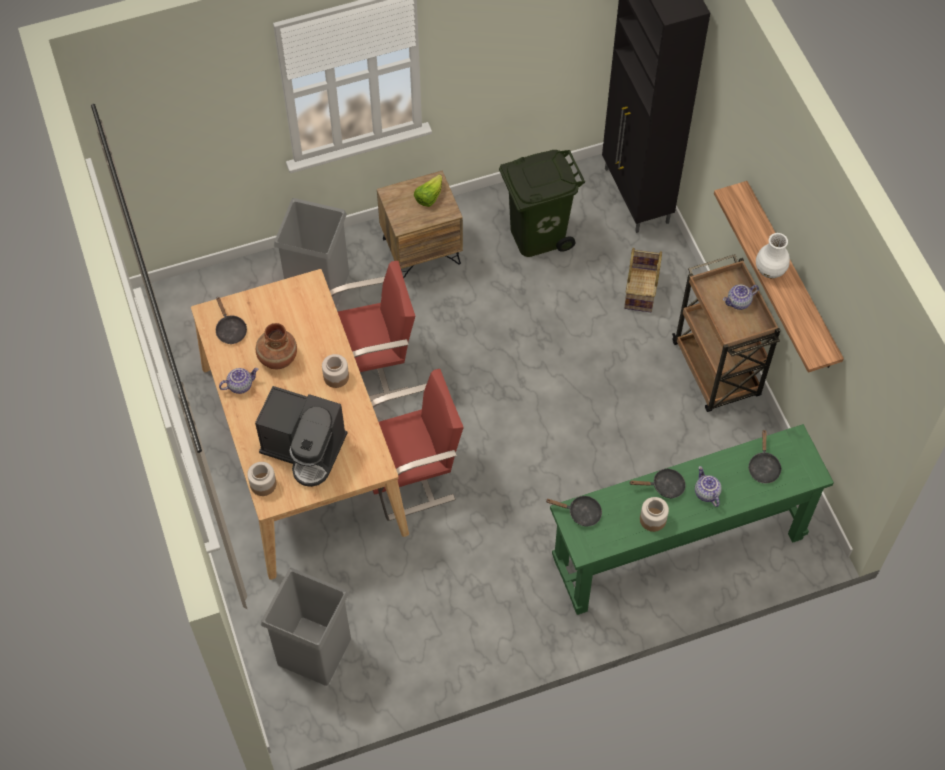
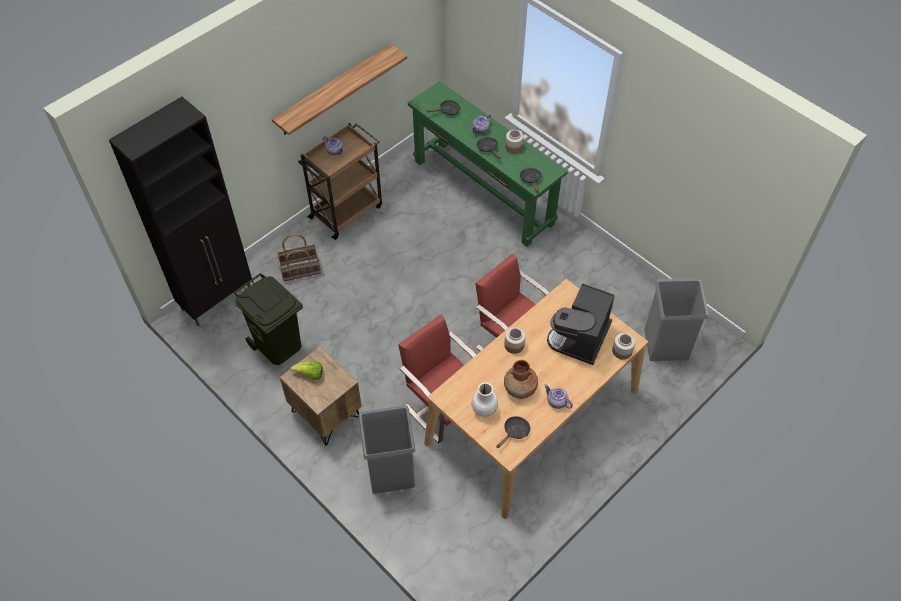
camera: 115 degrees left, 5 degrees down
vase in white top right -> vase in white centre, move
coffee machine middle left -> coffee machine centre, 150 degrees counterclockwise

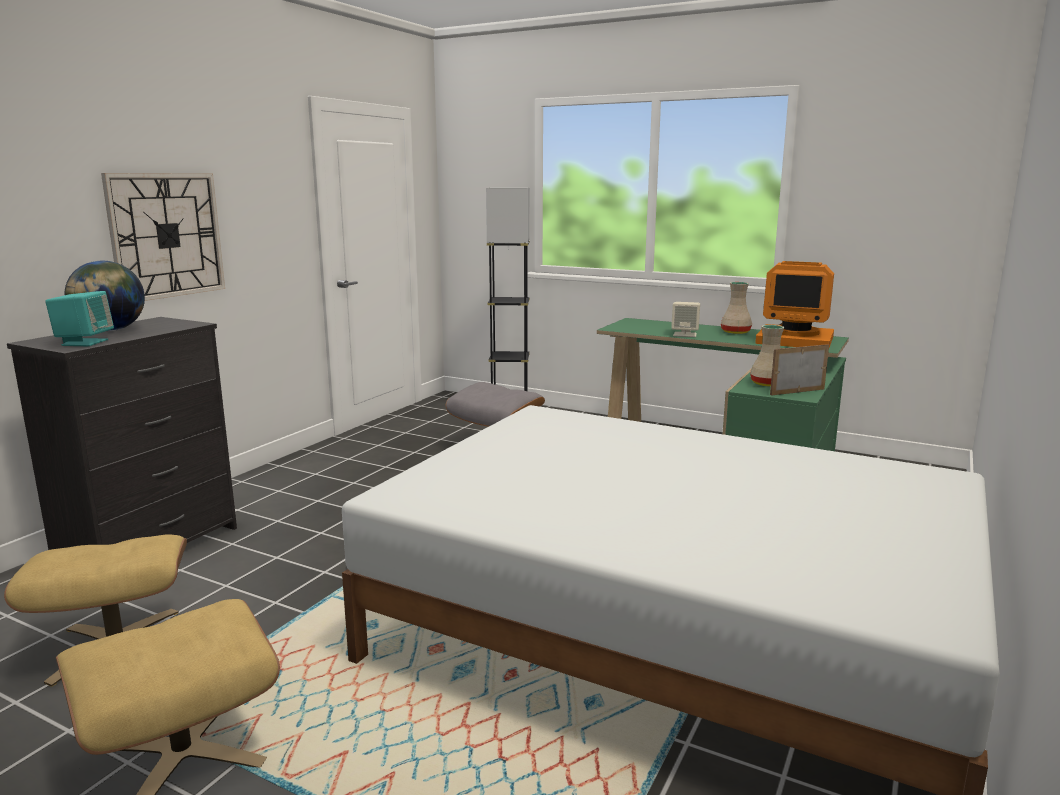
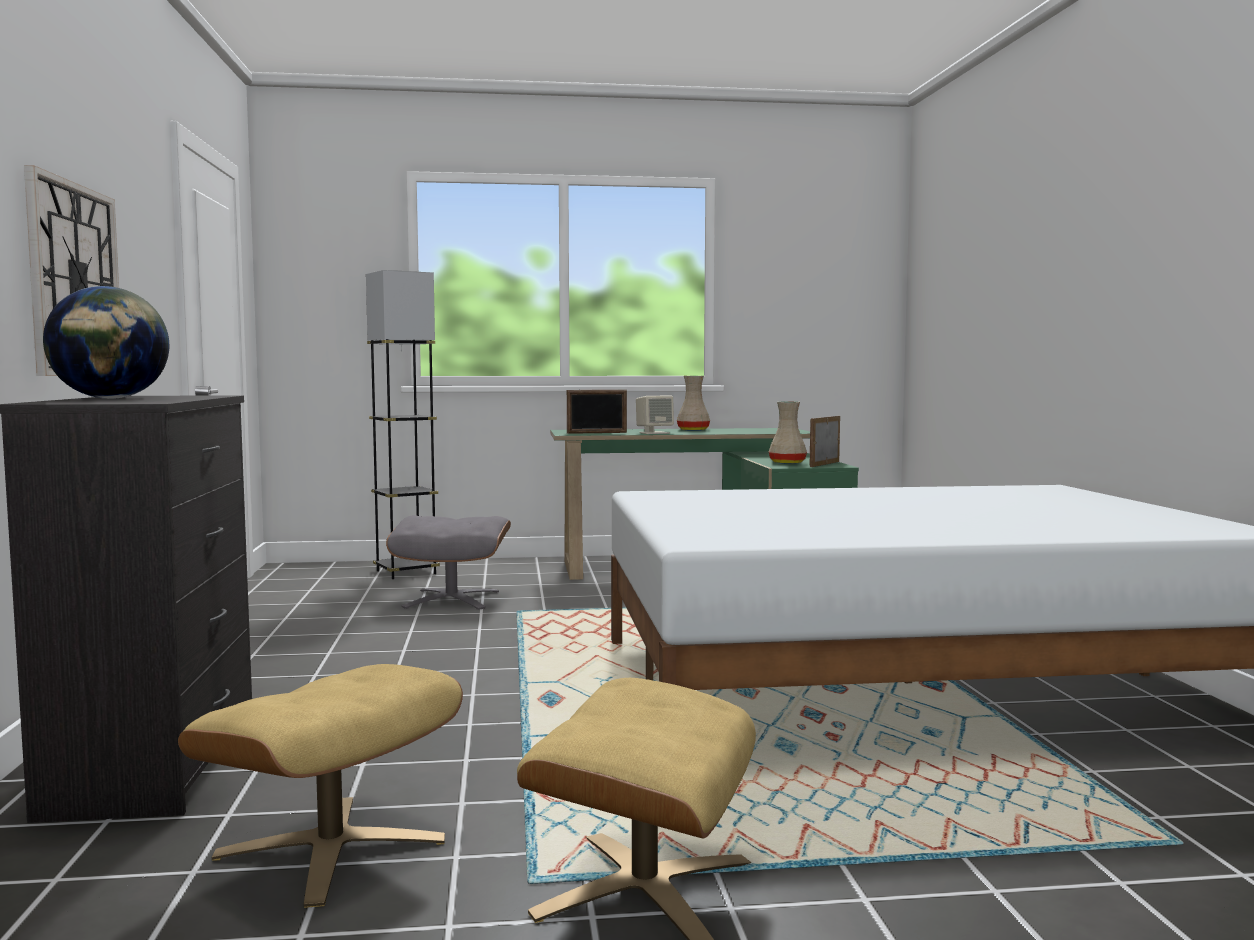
camera: 35 degrees left, 10 degrees down
none -> picture frame (1st from left) centre
speaker in turquoise middle left -> none
monitor middle right -> none

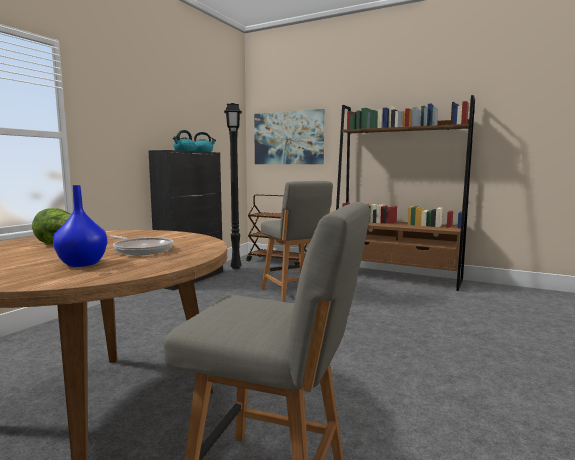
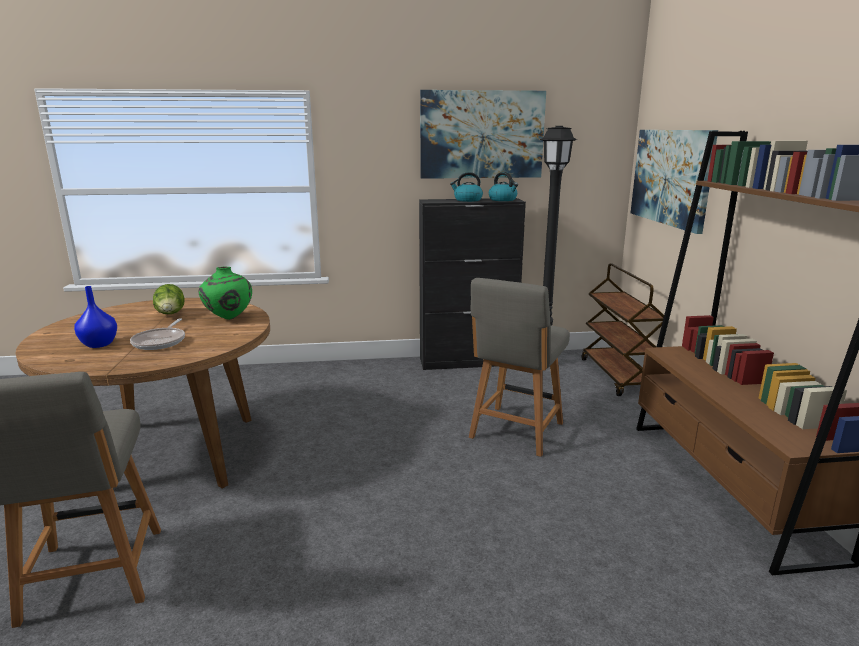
camera: 55 degrees right, 10 degrees up
none -> vase in green middle left
none -> picture (1st from left) top centre

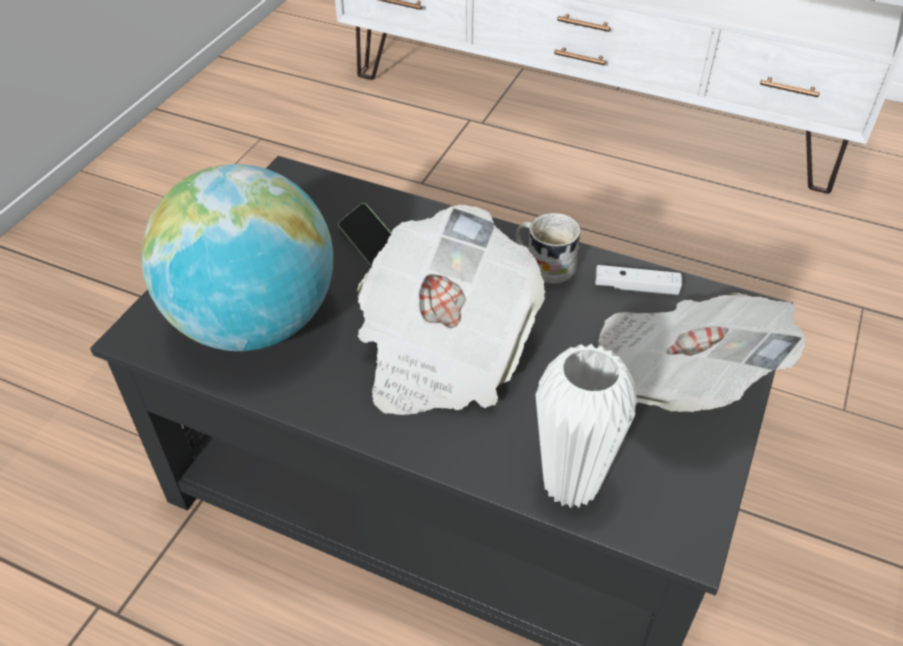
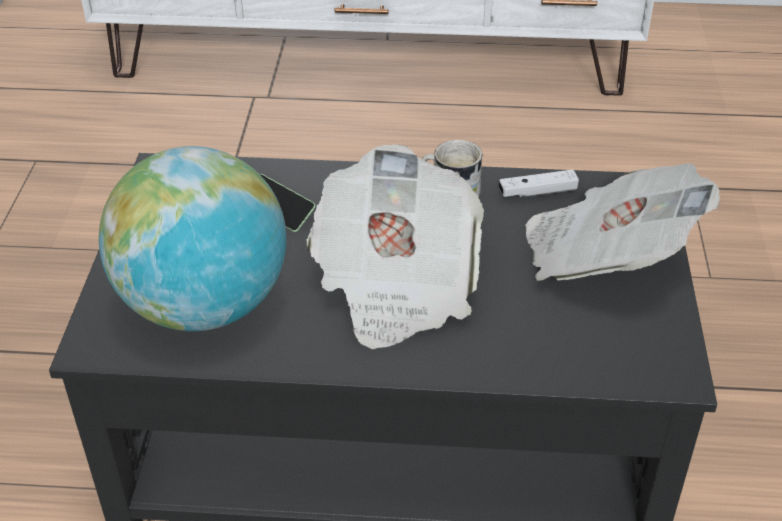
camera: 20 degrees left, 5 degrees down
vase in white centre -> none

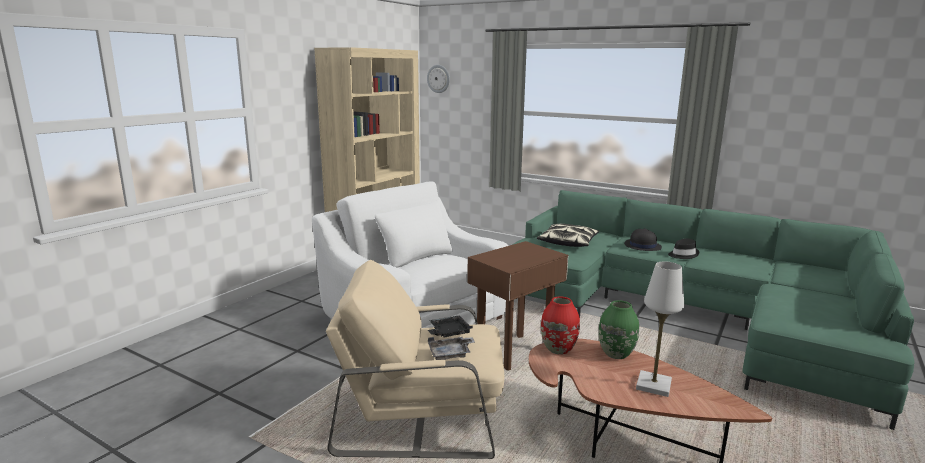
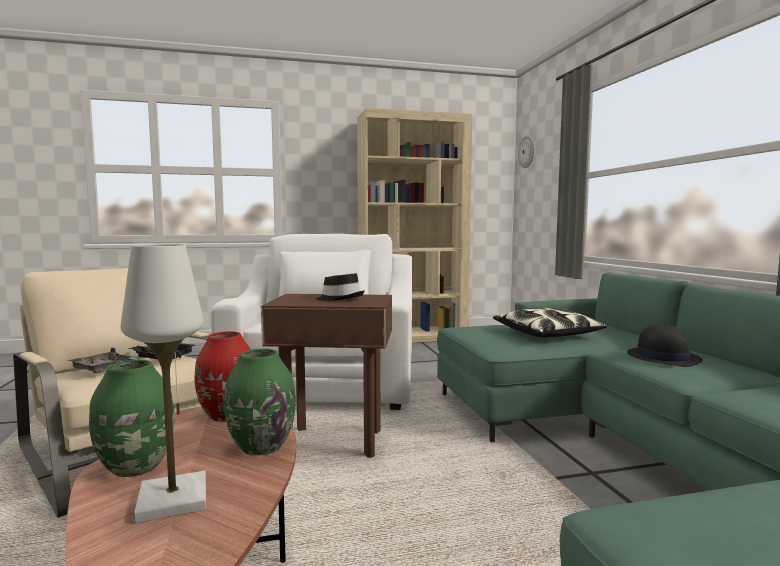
camera: 45 degrees right, 10 degrees down
none -> vase in green (1st from left) bottom left
hat in black (2nd from left in the first image) middle right -> hat in black (1st from left) centre, move

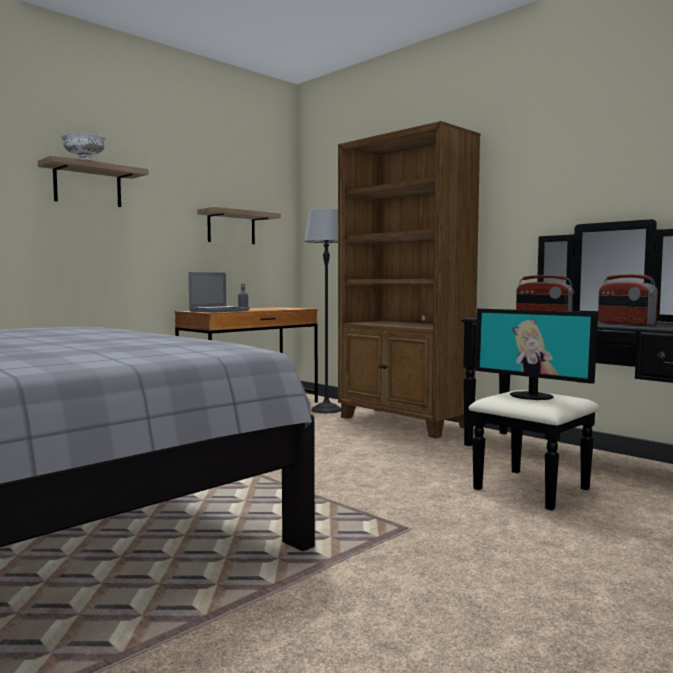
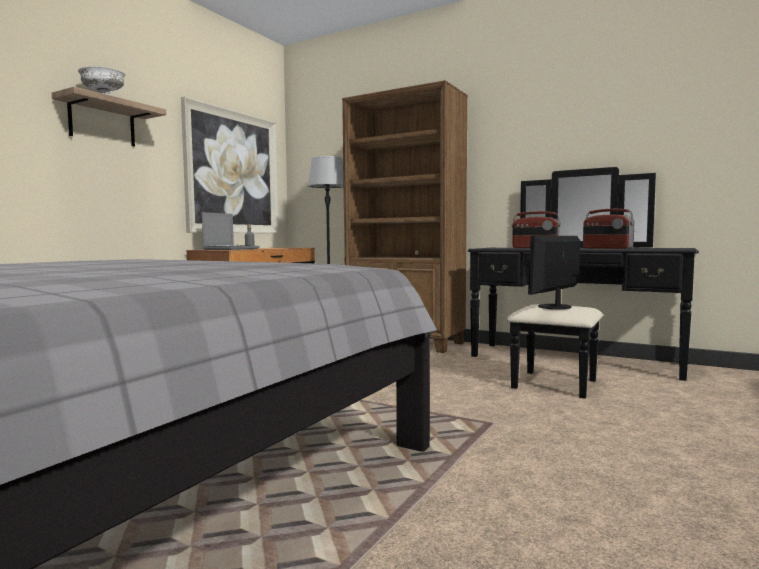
camera: 15 degrees left, 0 degrees up
shelf (2nd from left) centre -> picture top left
monitor middle right, 105 degrees clockwise

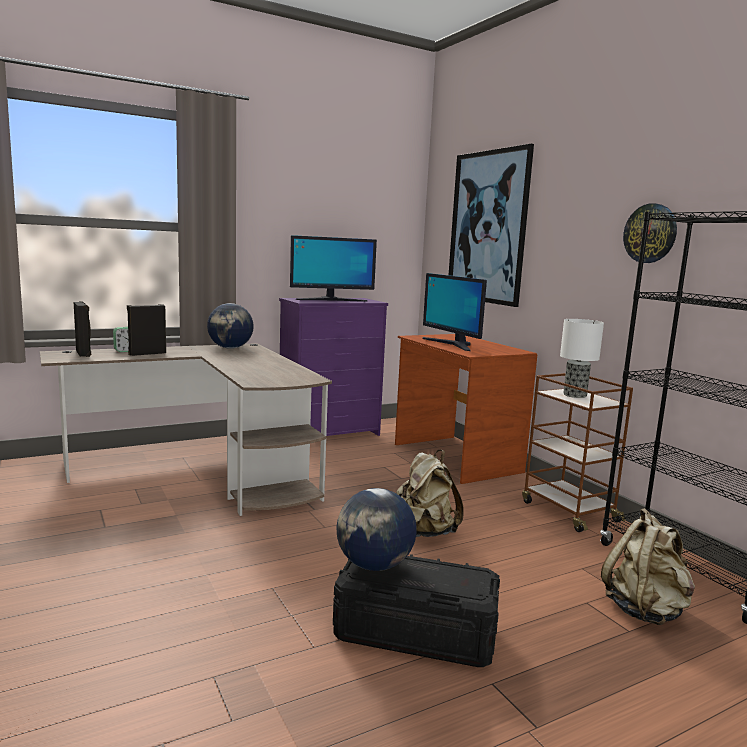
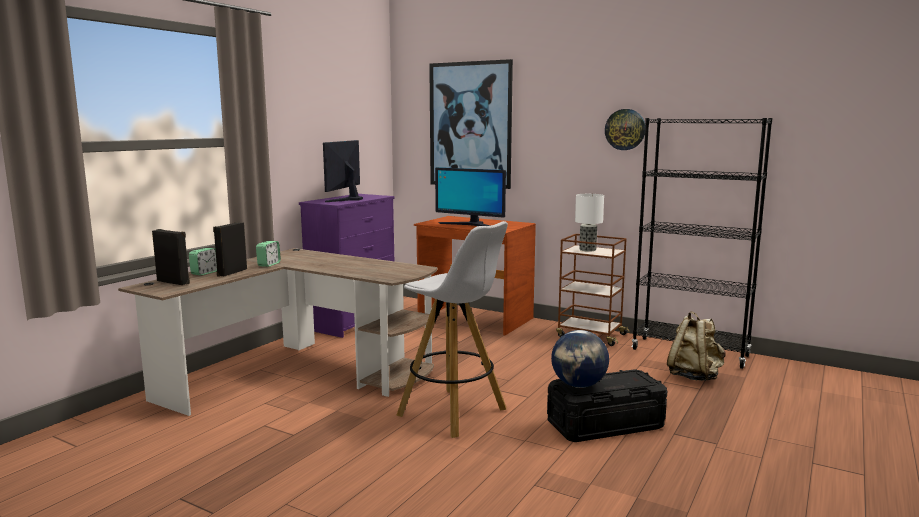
camera: 30 degrees left, 0 degrees up
none -> alarm clock (2nd from left) middle left
monitor (1st from left) centre -> monitor (1st from left) top centre, 150 degrees clockwise
none -> stool in white centre
globe (1st from left) middle left -> none
backpack in beige (1st from left) centre -> none

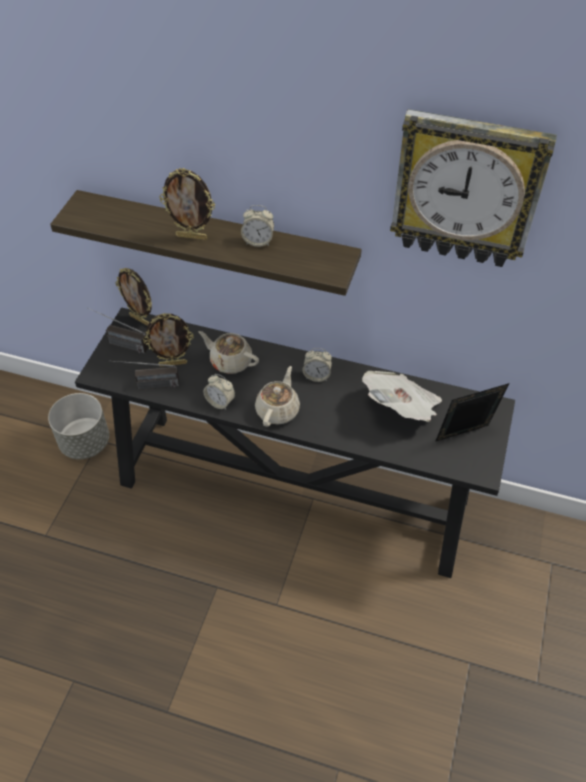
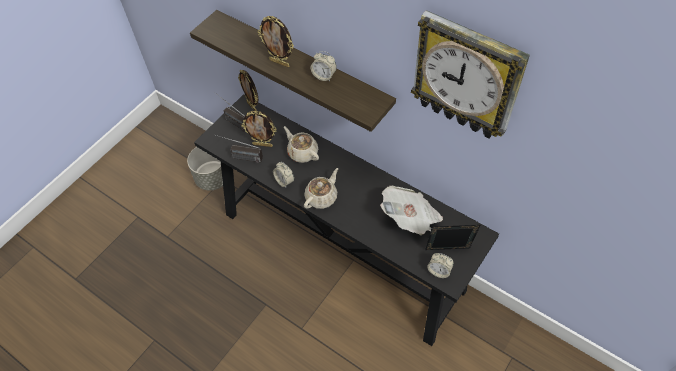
camera: 20 degrees right, 5 degrees up
alarm clock (3rd from left) centre -> alarm clock (3rd from left) bottom centre, move

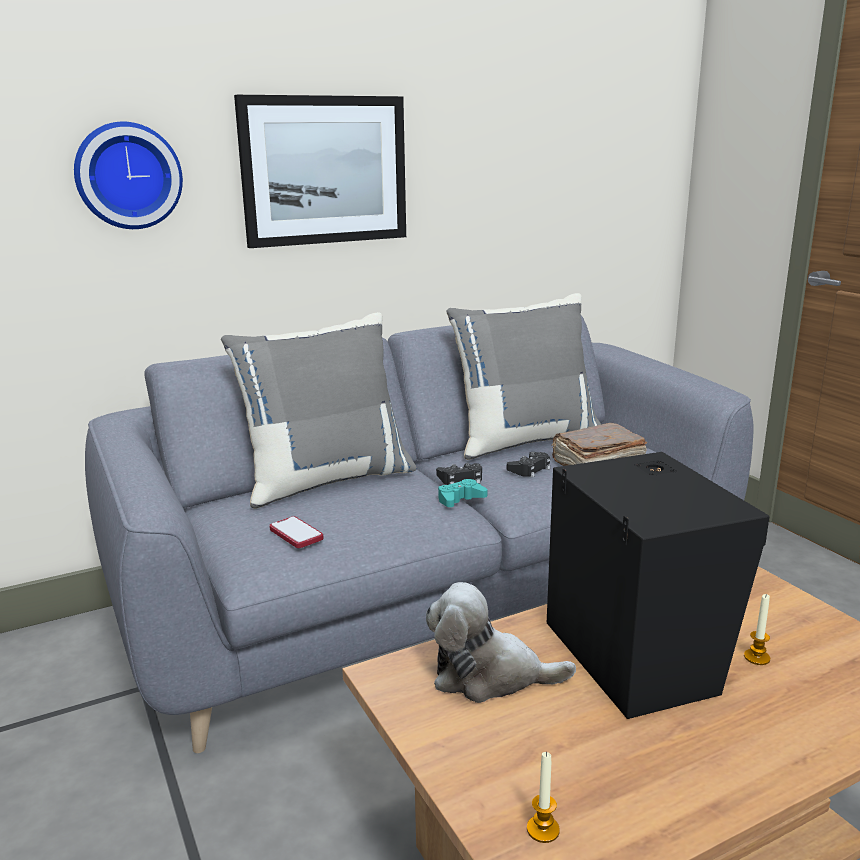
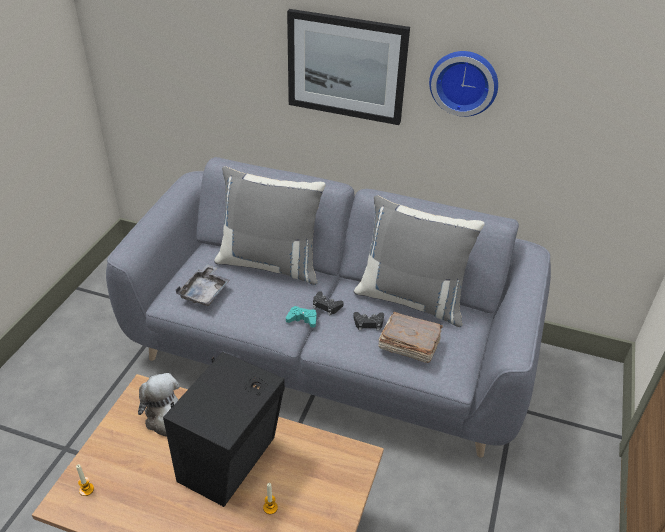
camera: 45 degrees right, 20 degrees up
phone centre -> tray in grey middle left
wall clock top left -> wall clock top right, move

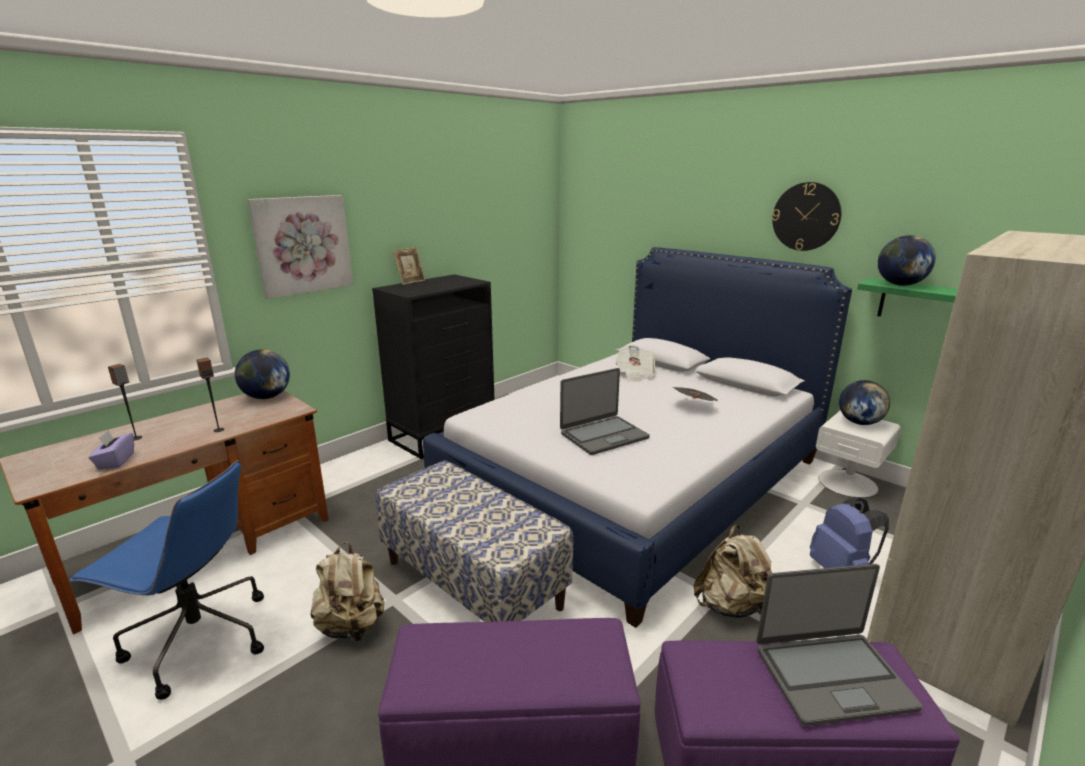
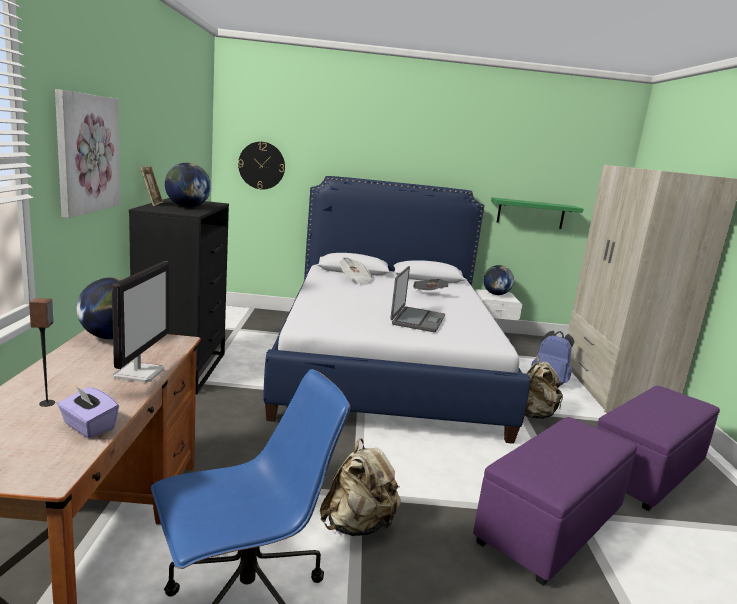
camera: 45 degrees left, 5 degrees down
speaker (2nd from left) middle left -> monitor middle left
globe (3rd from left in the first image) middle right -> globe (2nd from left) top left, move
wall clock top right -> wall clock top centre, move
bench bottom centre -> none
laptop (2nd from left) bottom right -> none

